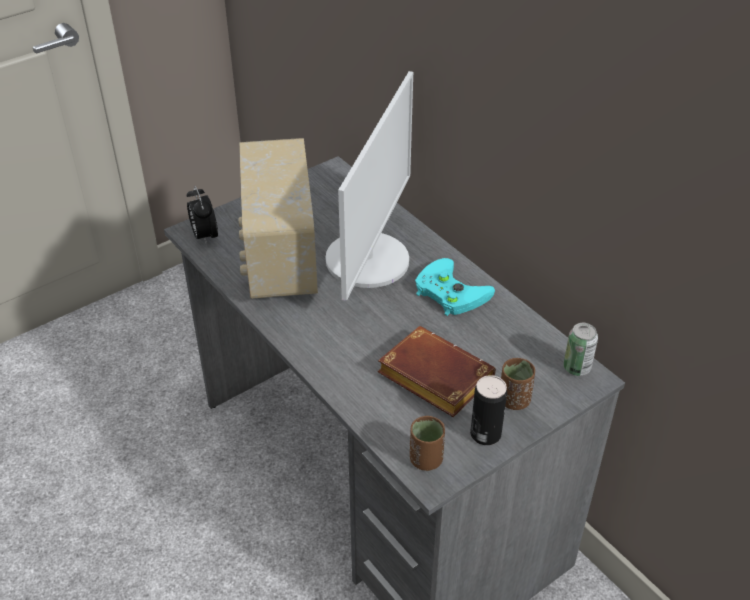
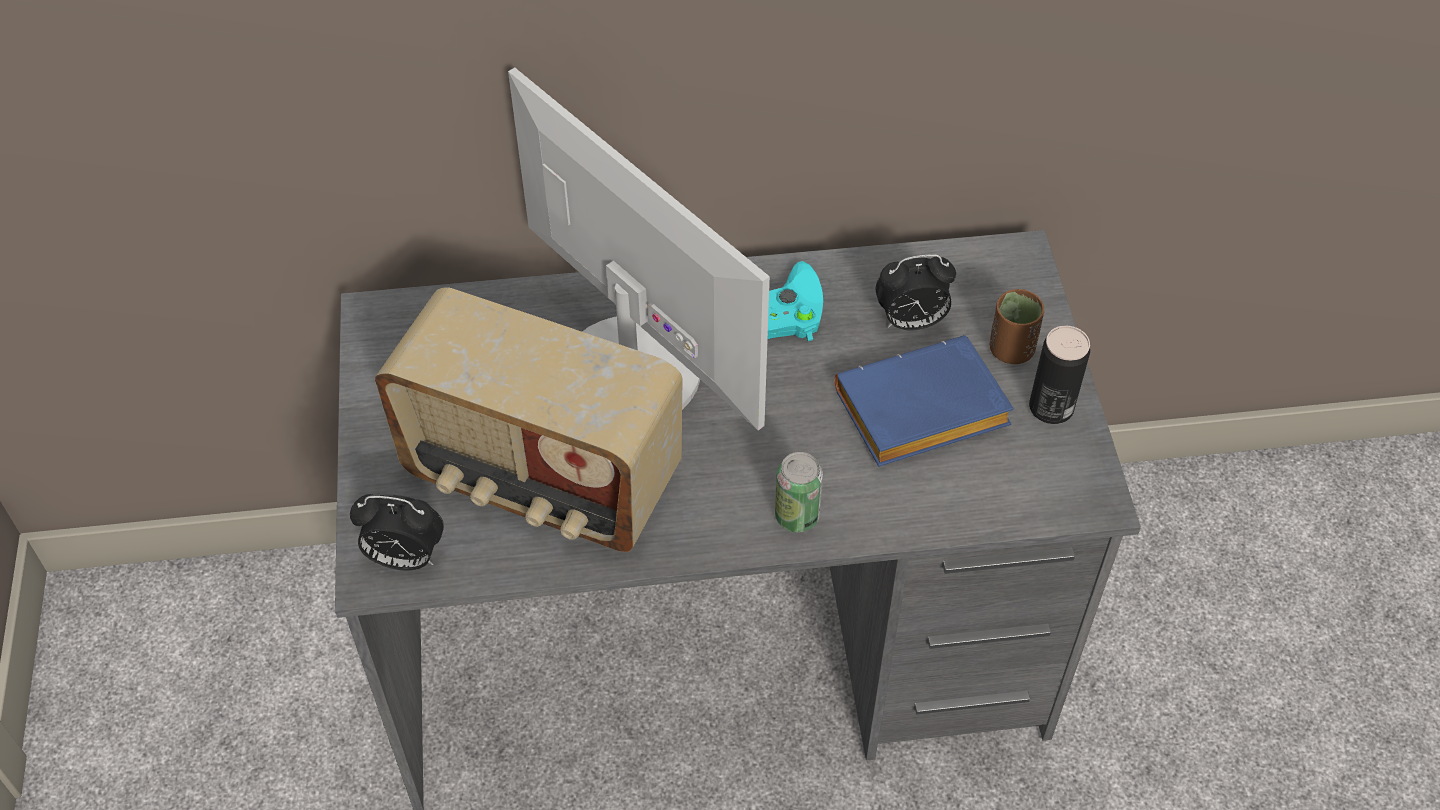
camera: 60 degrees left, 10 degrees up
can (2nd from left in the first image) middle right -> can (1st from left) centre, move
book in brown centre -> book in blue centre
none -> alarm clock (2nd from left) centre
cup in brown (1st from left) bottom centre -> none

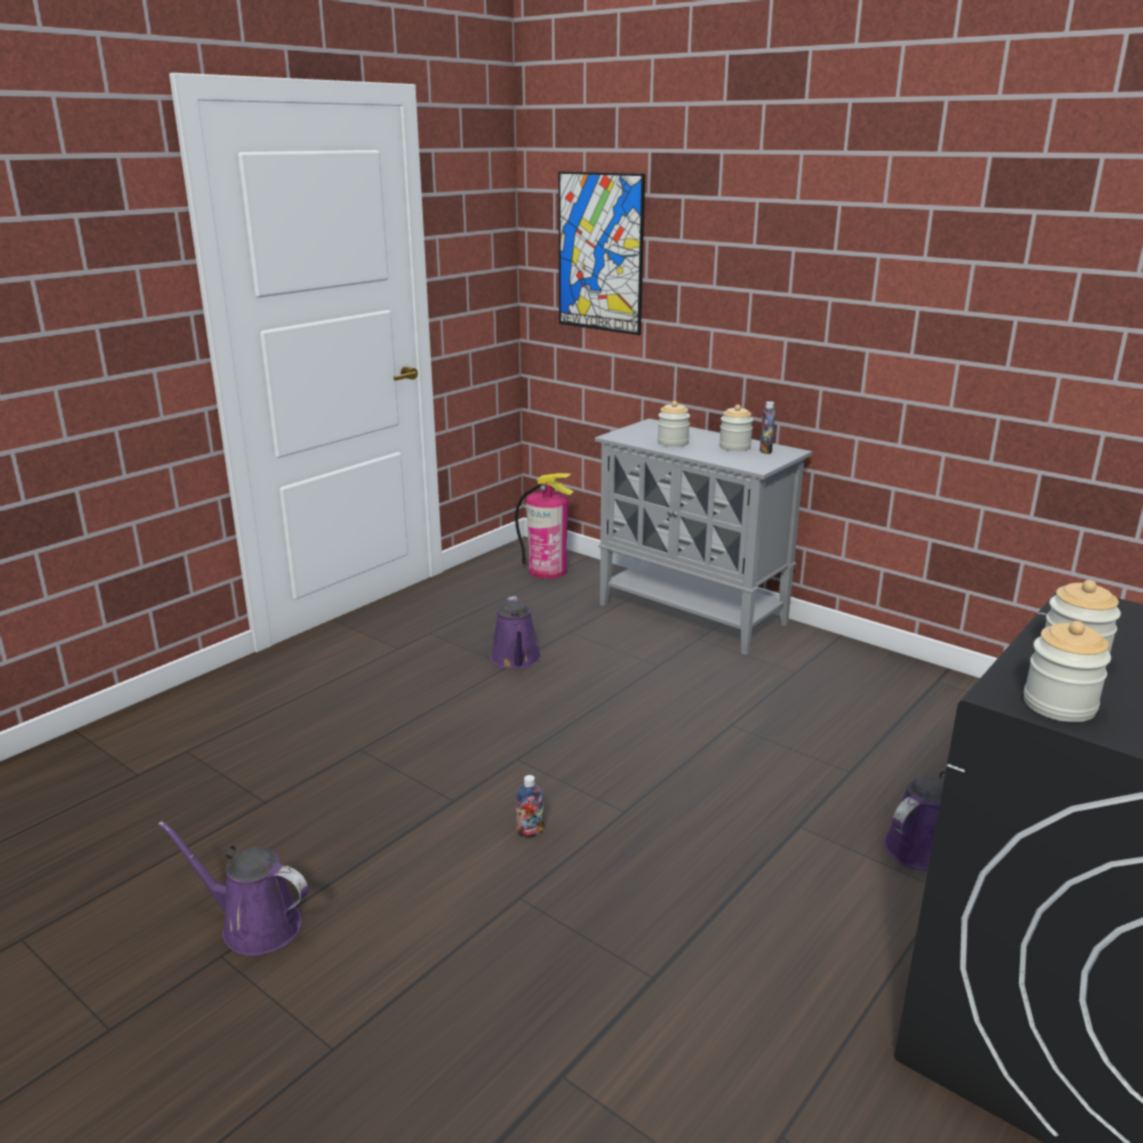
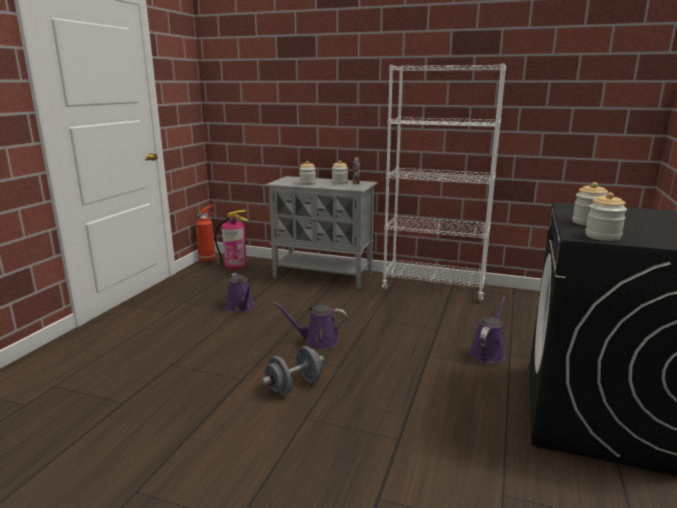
camera: 20 degrees left, 5 degrees down
none -> fire extinguisher (1st from left) middle left
bottle (1st from left) bottom centre -> dumbbell in grey bottom centre
watering can in purple (1st from left in the first image) bottom left -> watering can in purple (2nd from left) centre, move
none -> bookcase in white centre
picture top centre -> none

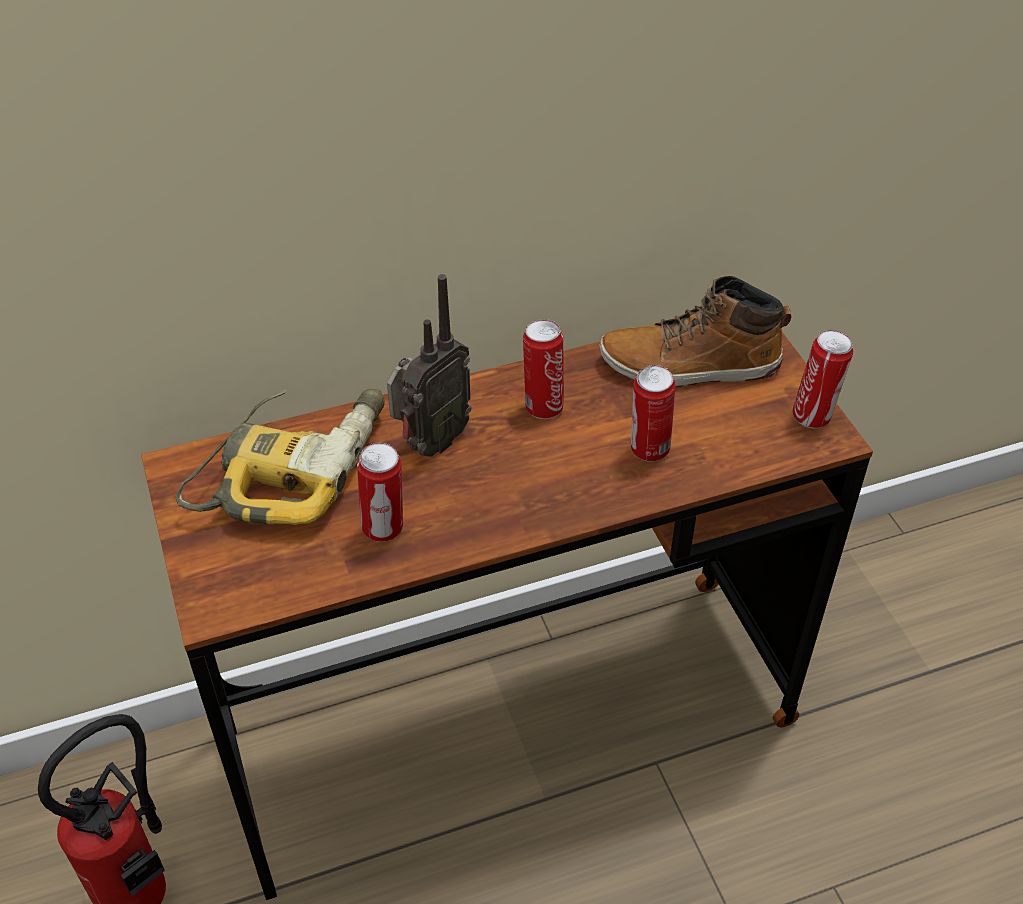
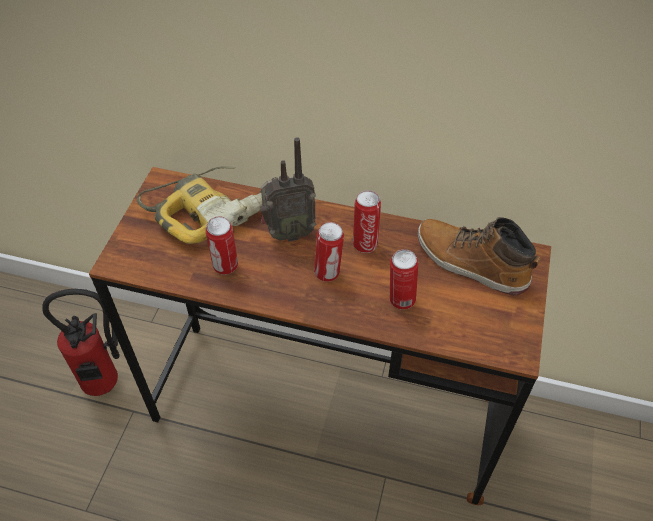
camera: 35 degrees right, 5 degrees up
can (4th from left in the first image) middle right -> can (2nd from left) centre, move

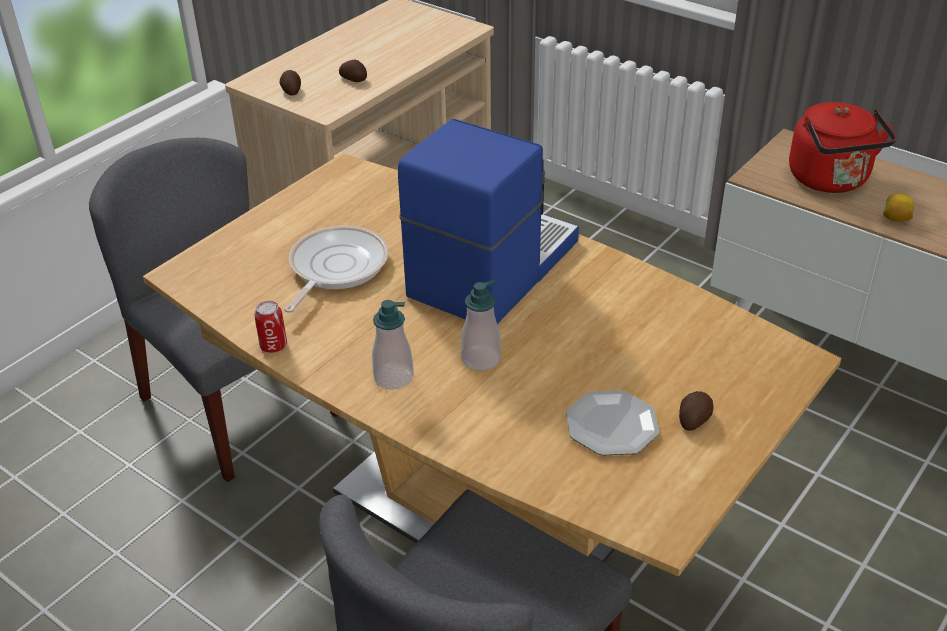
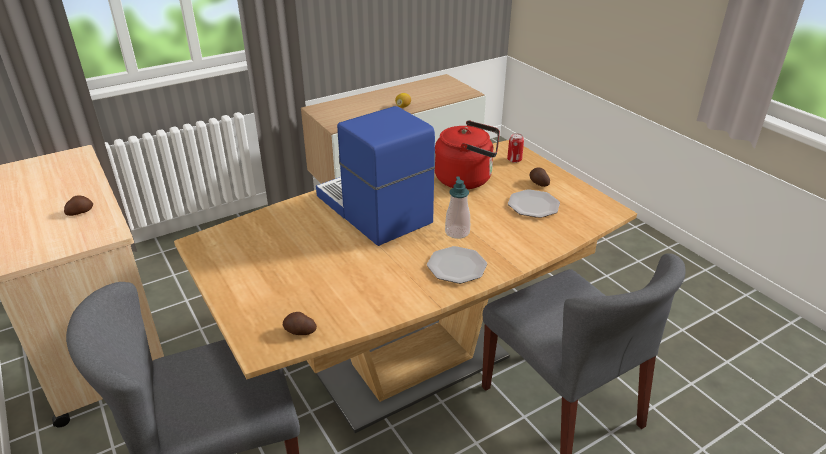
camera: 70 degrees left, 5 degrees down
potato (1st from left in the first image) top left -> potato (2nd from left) bottom centre, move
soap dispenser (1st from left) centre -> plate (1st from left) centre
kettle in red top right -> kettle in red centre, move
can middle left -> can top centre, move
frying pan centre -> none

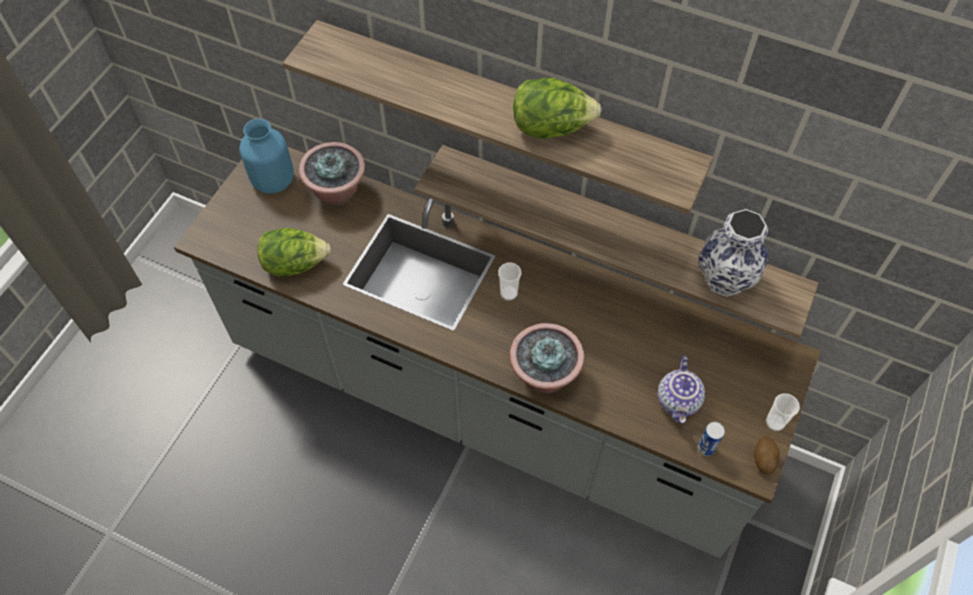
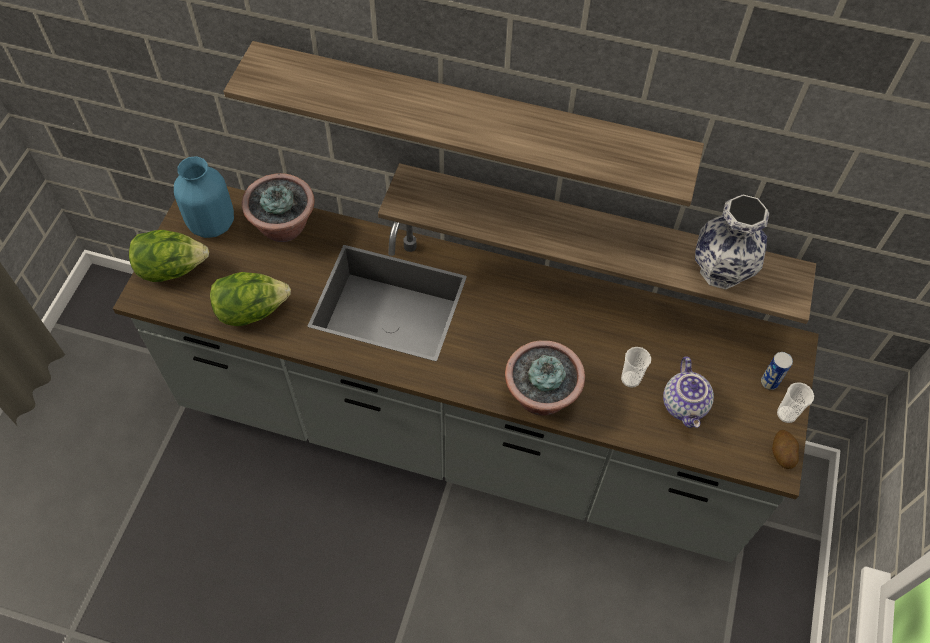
camera: 10 degrees left, 0 degrees up
lettuce (2nd from left in the first image) top centre -> lettuce (1st from left) middle left, move
cup (1st from left) centre -> cup (1st from left) middle right, move
can bottom right -> can middle right, move

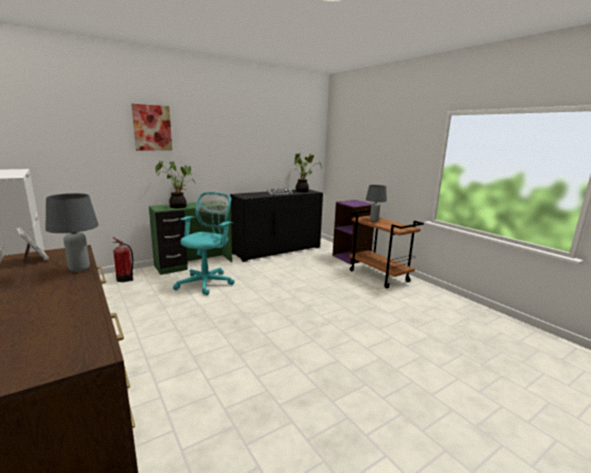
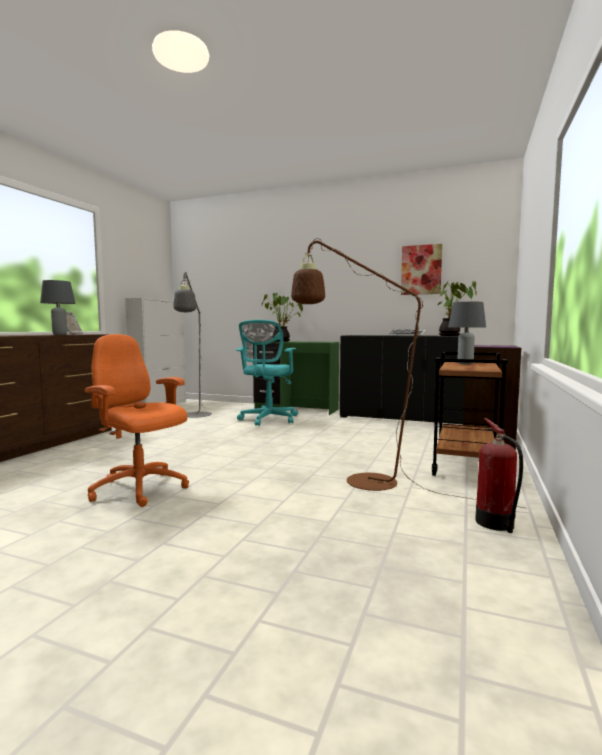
camera: 55 degrees right, 10 degrees down
none -> office chair in orange middle left
none -> floor lamp in grey middle left
office chair in turquoise centre, 120 degrees clockwise
none -> floor lamp in brown middle right
picture top left -> picture middle right, move
fire extinguisher middle left -> fire extinguisher middle right, move

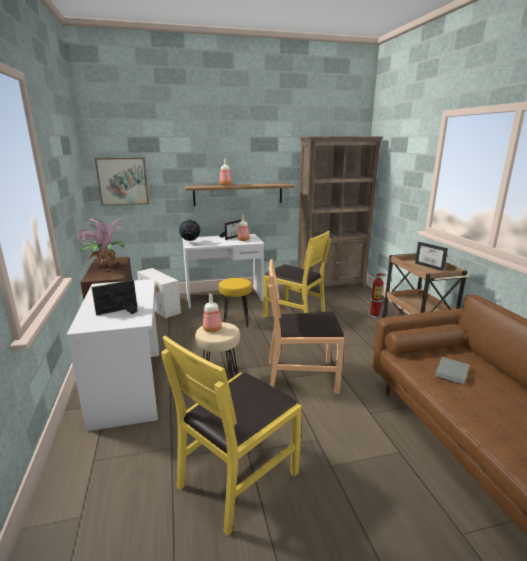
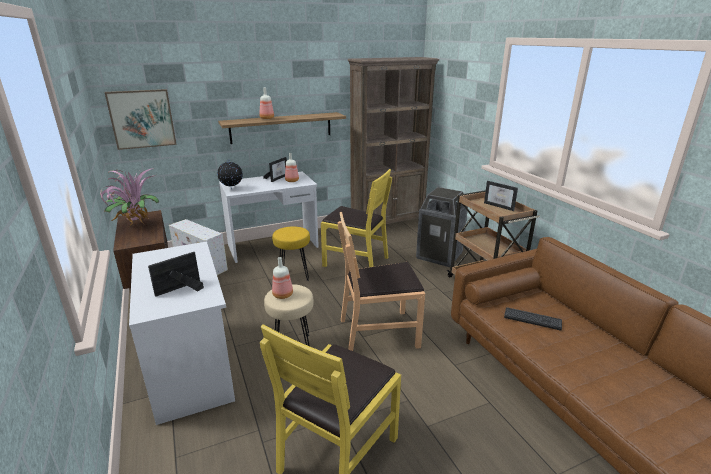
camera: 10 degrees left, 5 degrees up
fire extinguisher middle right -> trash can centre
book in grey middle right -> keyboard bottom right

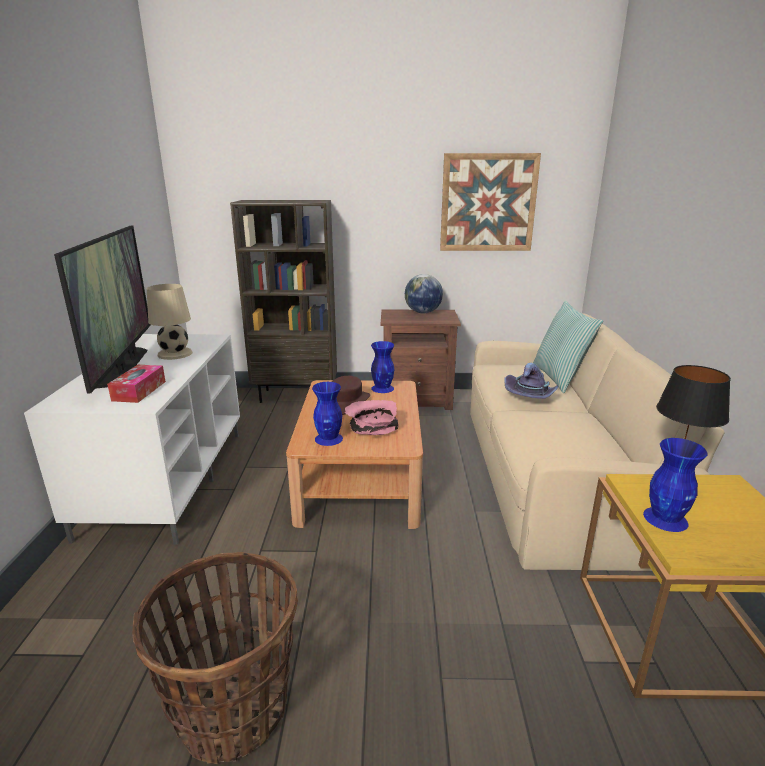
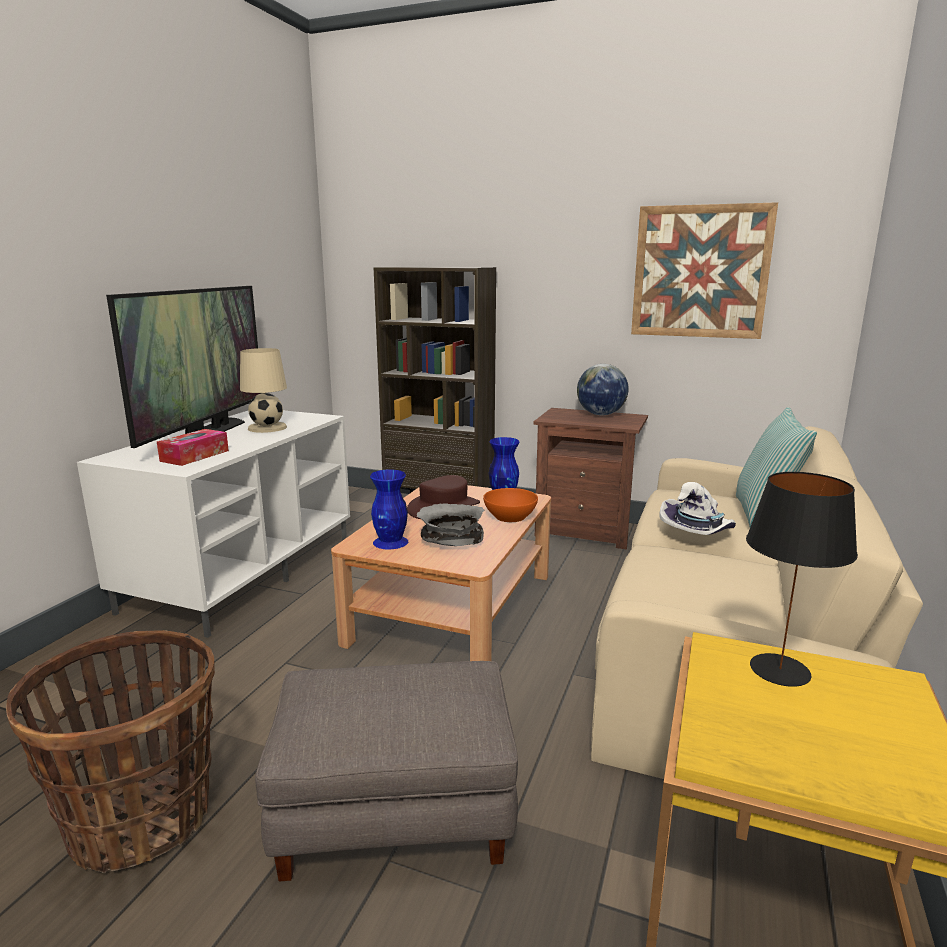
camera: 20 degrees right, 5 degrees down
none -> ottoman in grey bottom centre
bowl in pink centre -> bowl in grey centre
none -> bowl in orange centre
hat in purple middle right -> hat in white middle right
vase in blue (3rd from left) middle right -> none

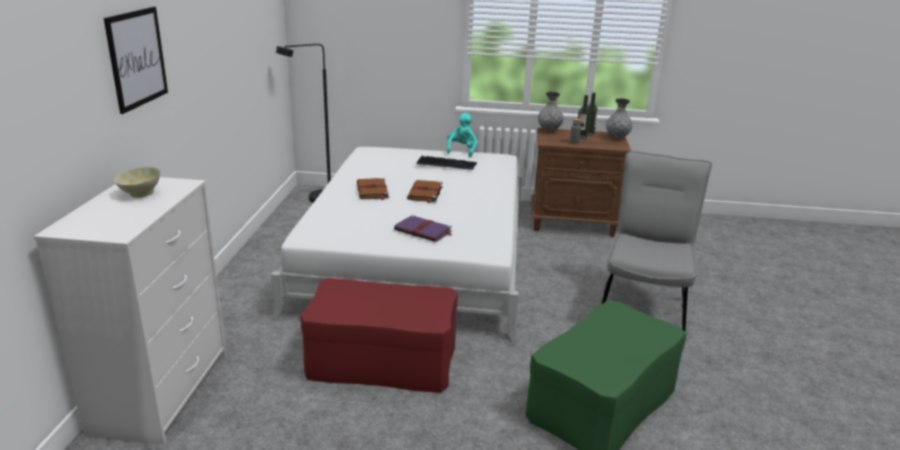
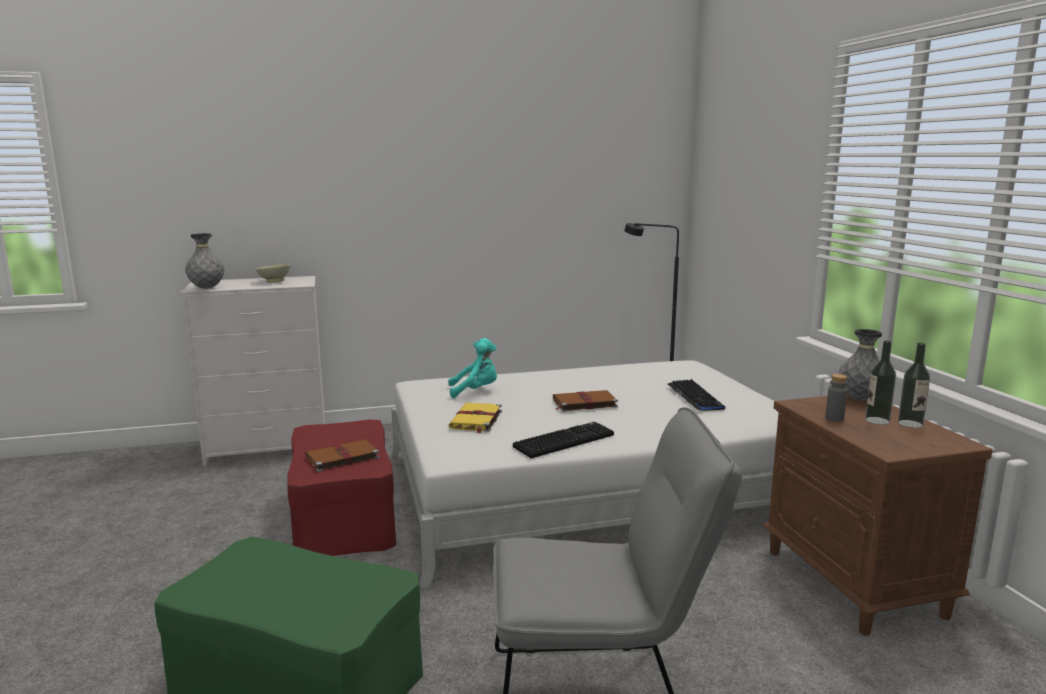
camera: 70 degrees right, 10 degrees down
vase in grey (2nd from left in the first image) top right -> vase in grey (1st from left) middle left, move
book in brown (1st from left) centre -> book in brown (1st from left) middle left, move
plush toy in turquoise top centre -> plush toy in turquoise centre, move
book in purple centre -> book in yellow centre
none -> keyboard (1st from left) centre
picture top left -> none

